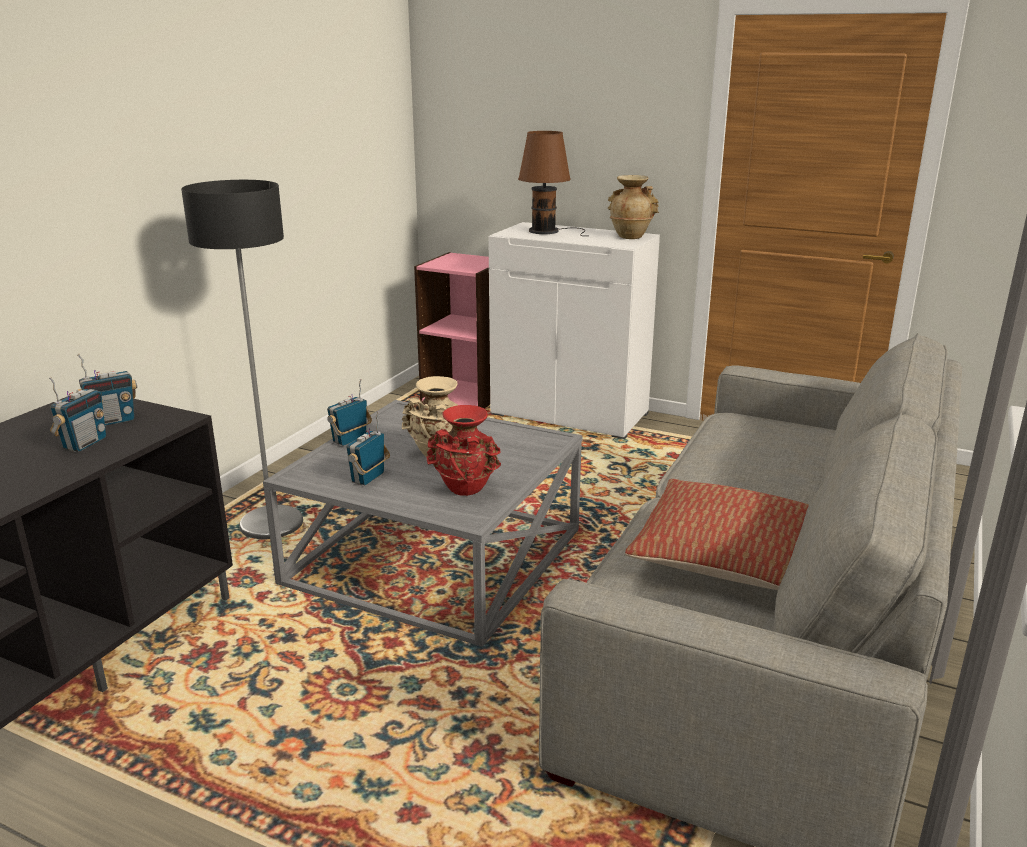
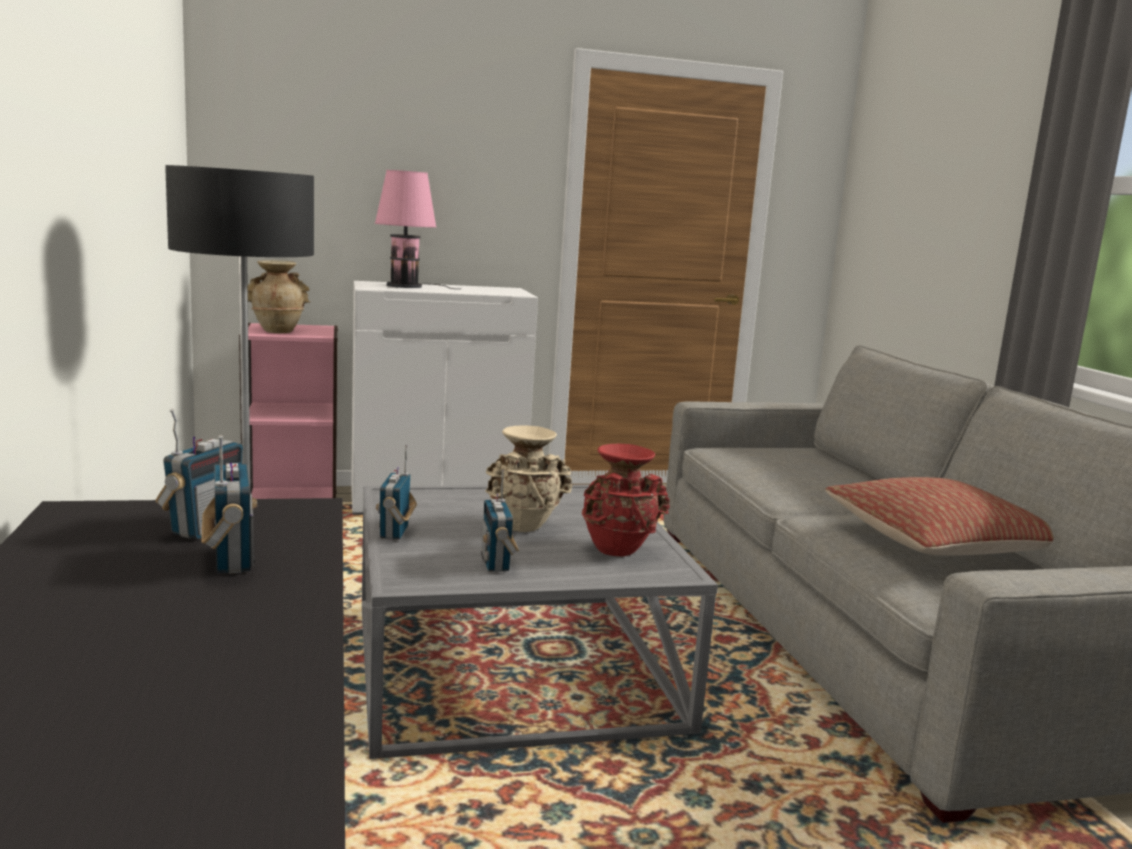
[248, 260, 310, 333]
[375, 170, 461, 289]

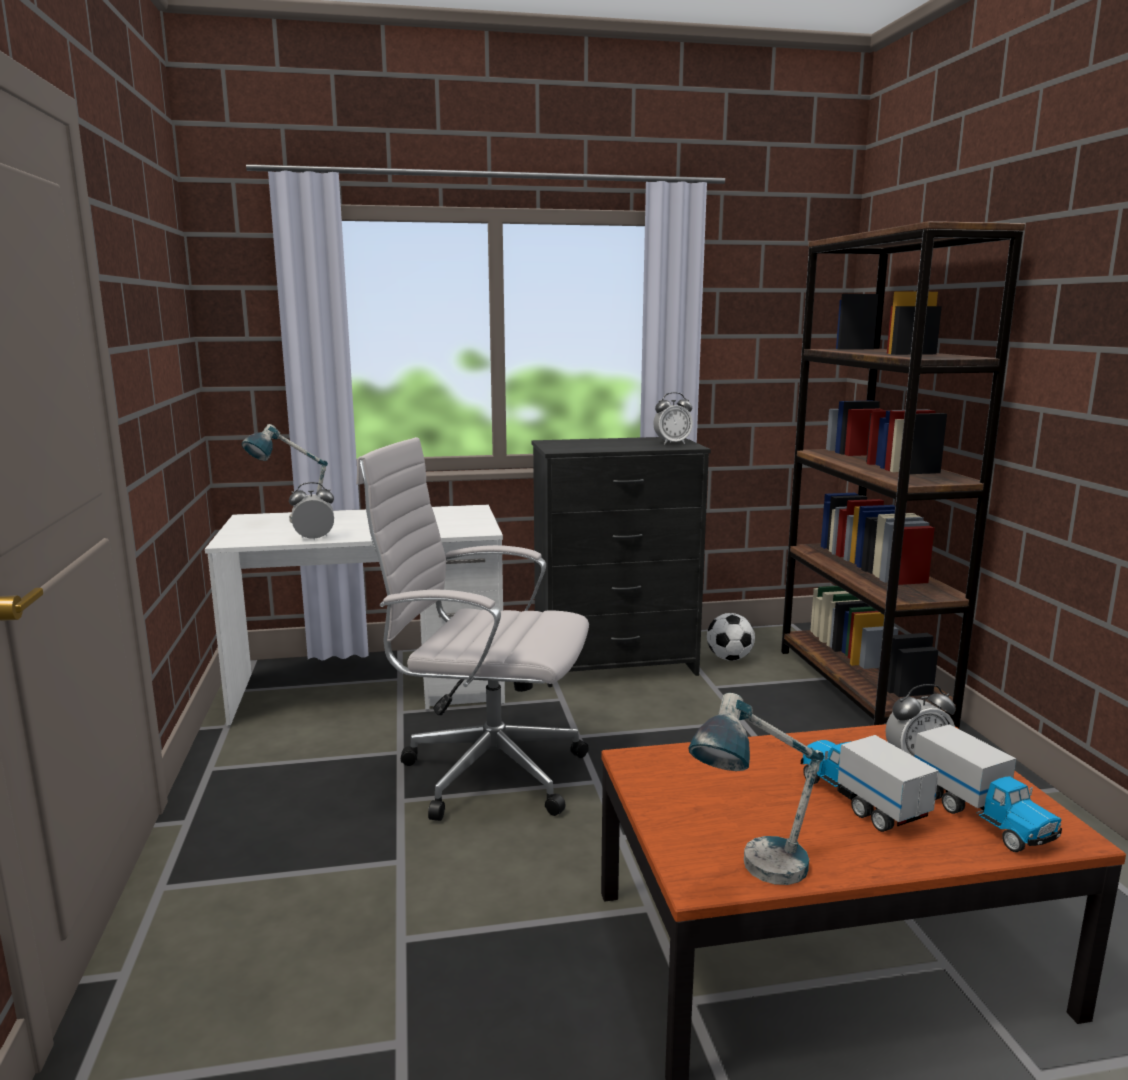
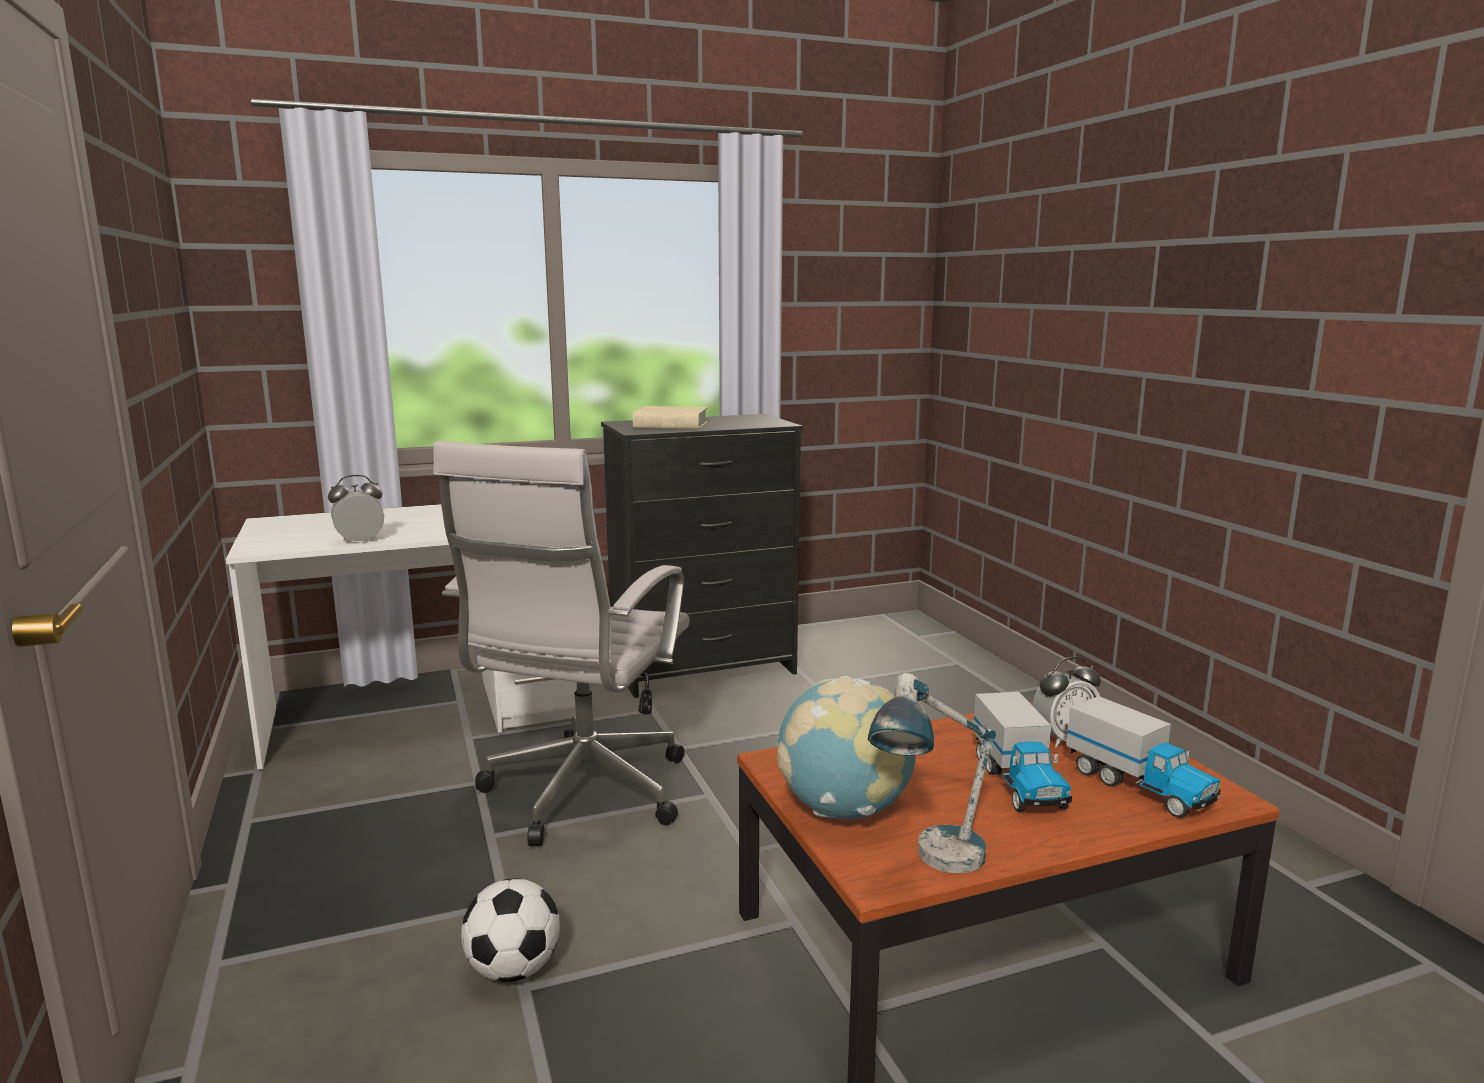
[242, 424, 328, 523] (first image)
[653, 392, 693, 445] (first image)
[781, 221, 1026, 729] (first image)
[632, 406, 707, 430]
[777, 676, 916, 819]
[461, 878, 560, 982]
[433, 441, 689, 846]
[974, 692, 1072, 812]

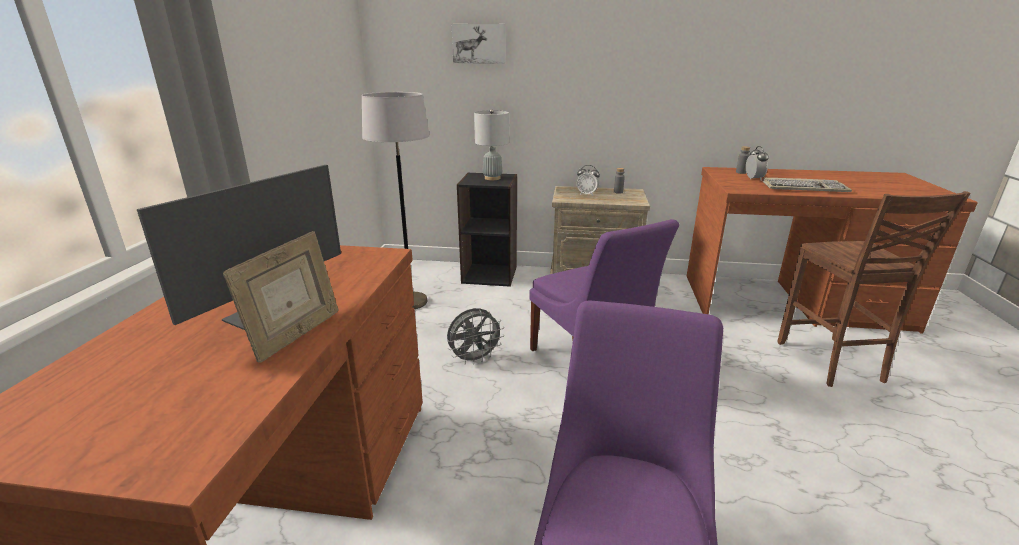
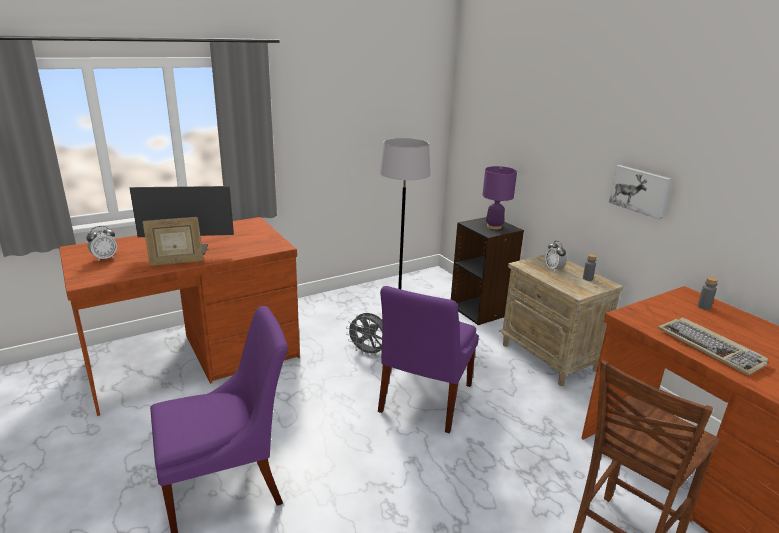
[609, 165, 672, 219]
[86, 226, 117, 262]
[482, 166, 517, 229]

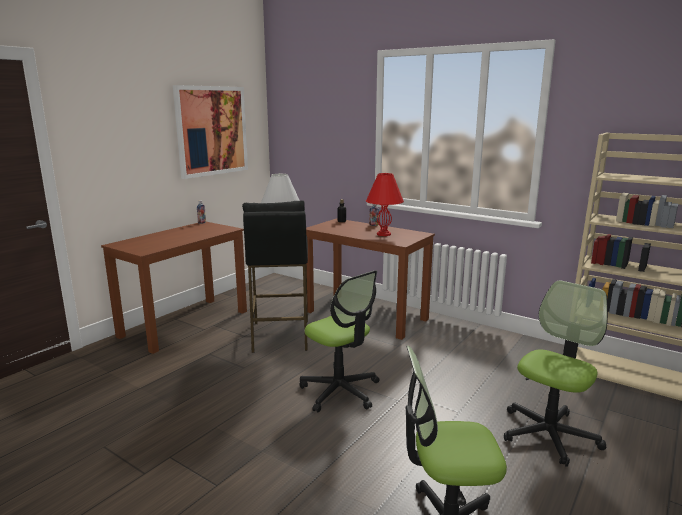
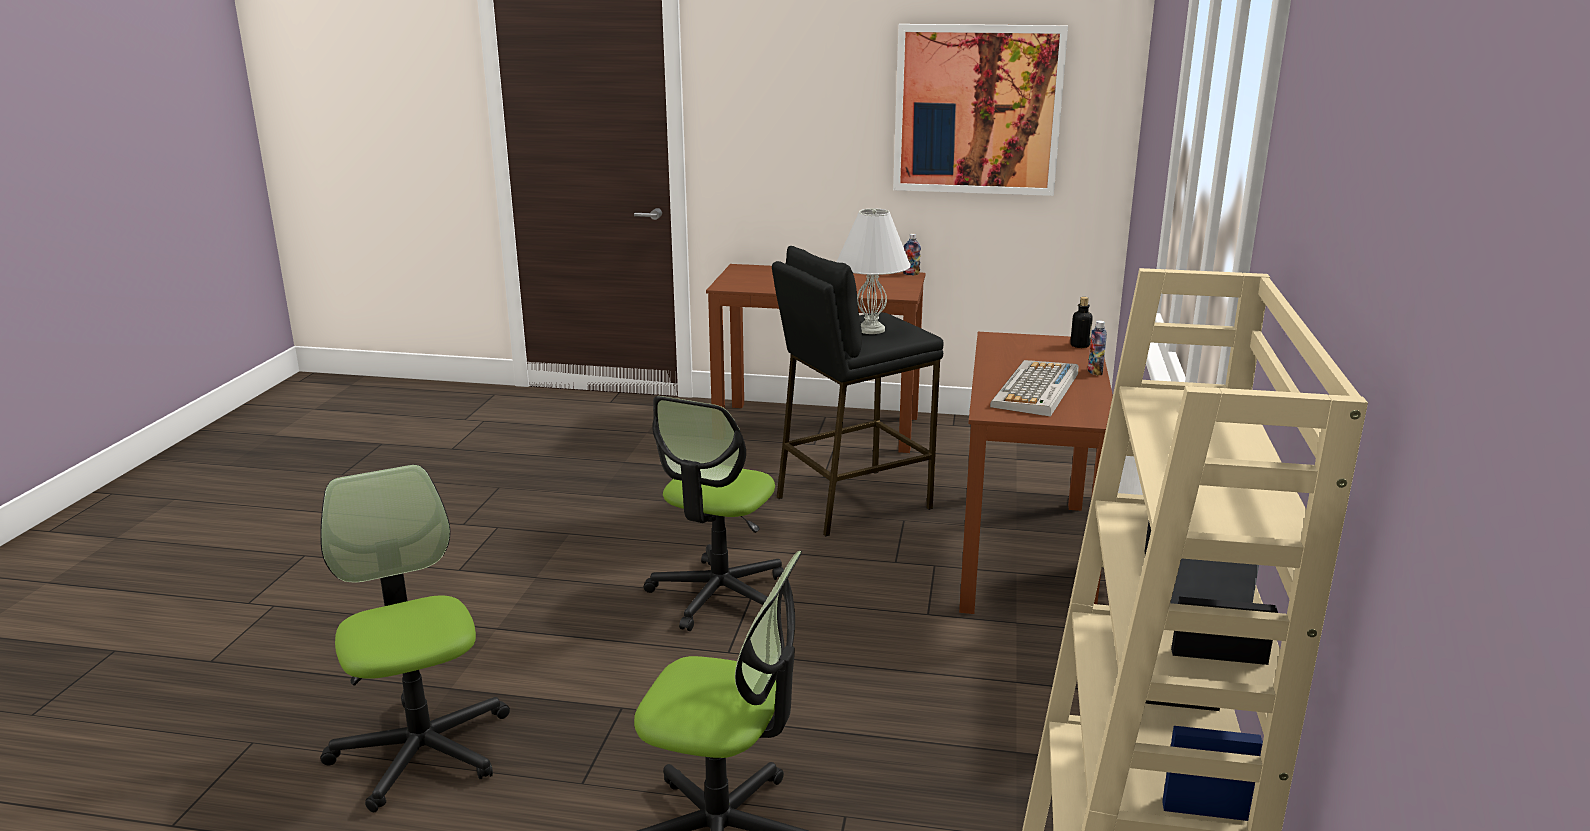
[990, 360, 1079, 417]

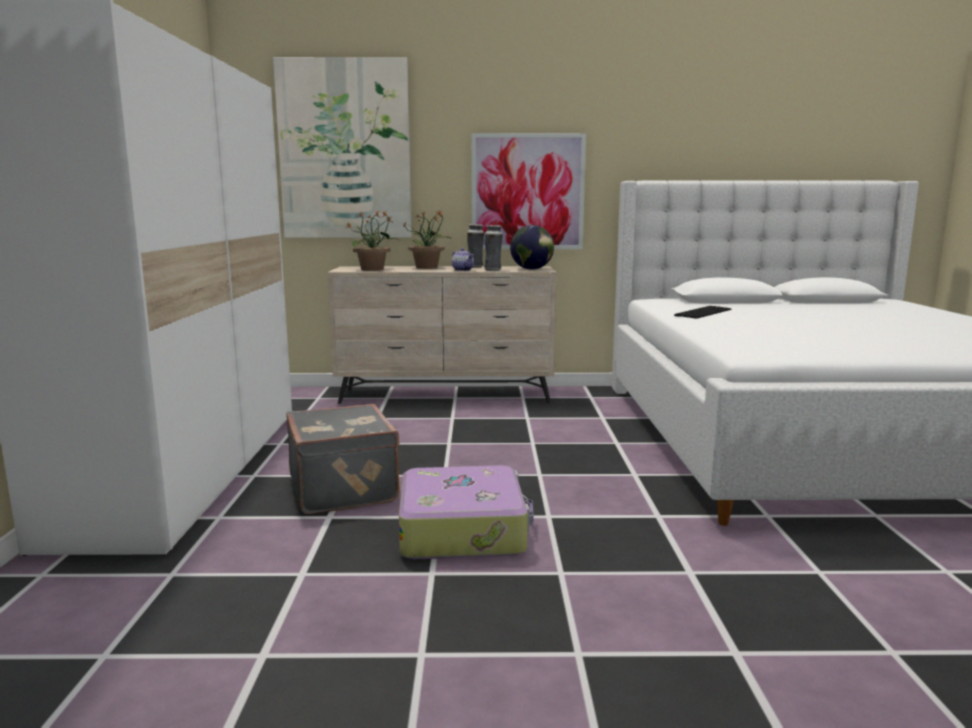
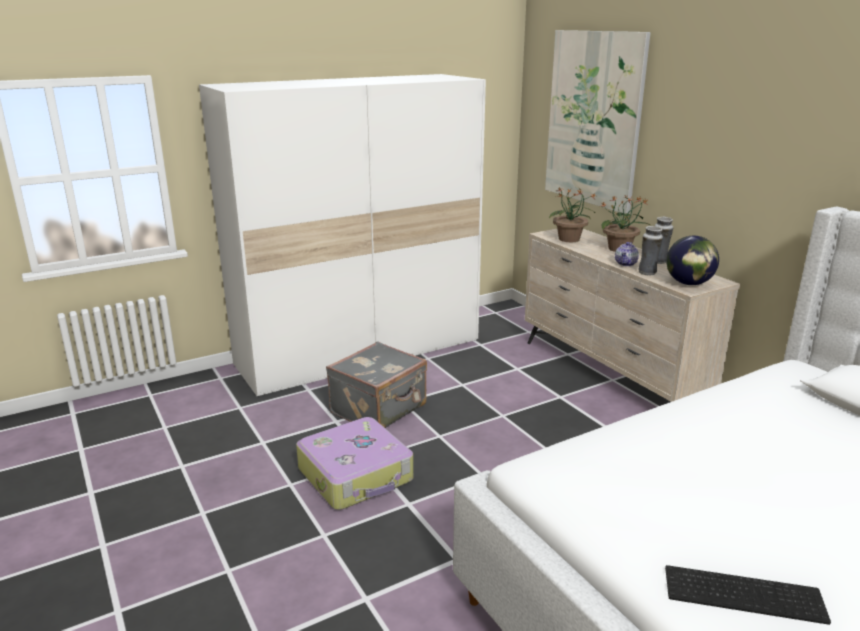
[471, 133, 586, 249] (first image)
[665, 565, 831, 625]

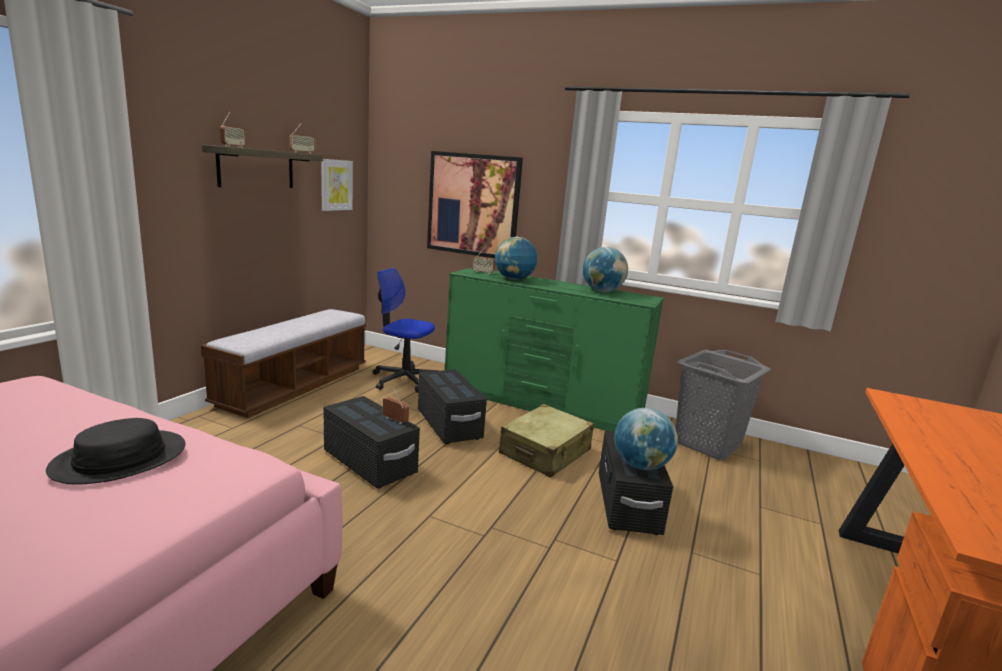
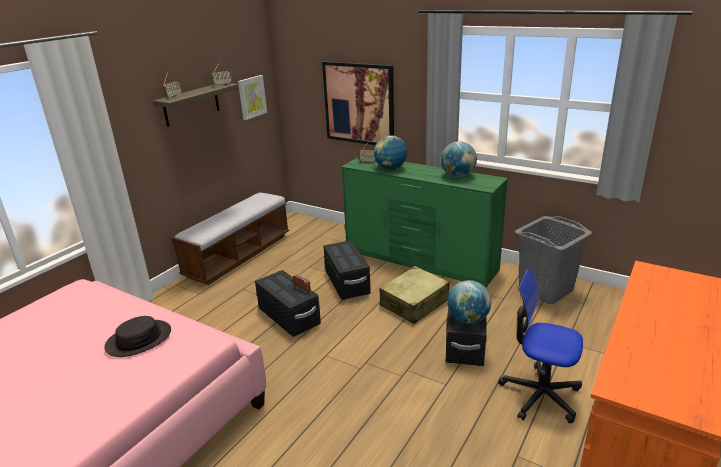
[498, 269, 583, 423]

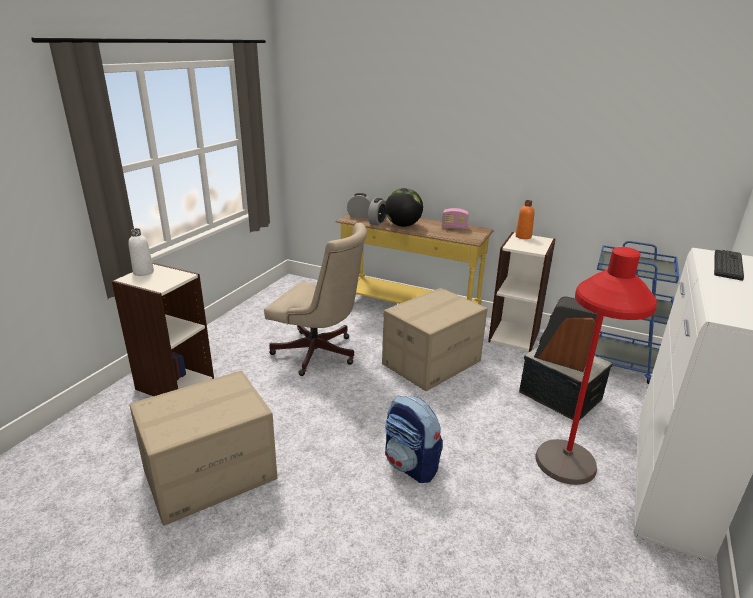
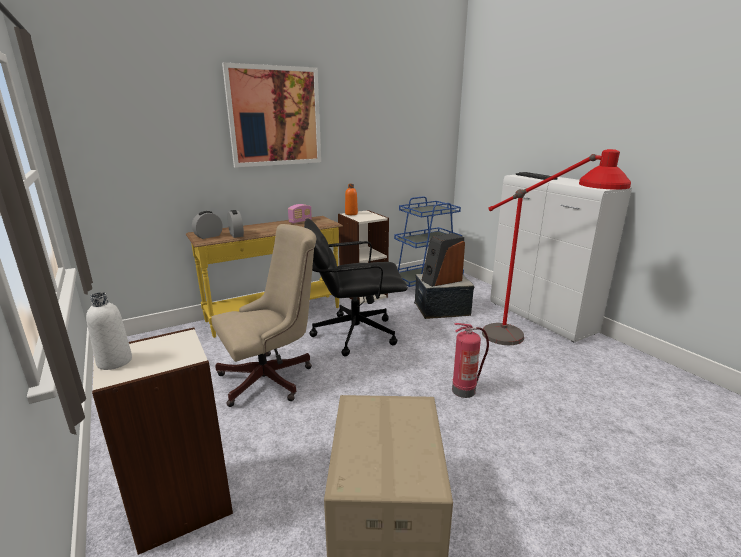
[385, 188, 423, 227] (first image)
[222, 62, 321, 167]
[304, 218, 408, 356]
[452, 323, 489, 398]

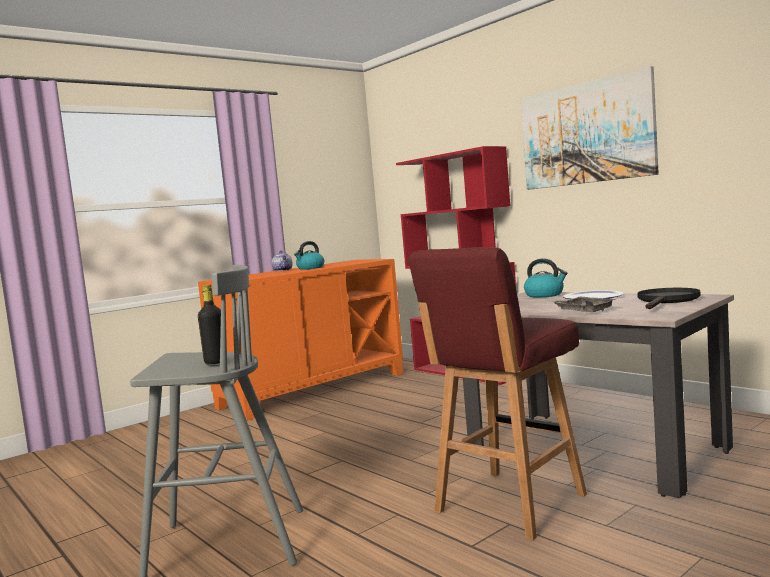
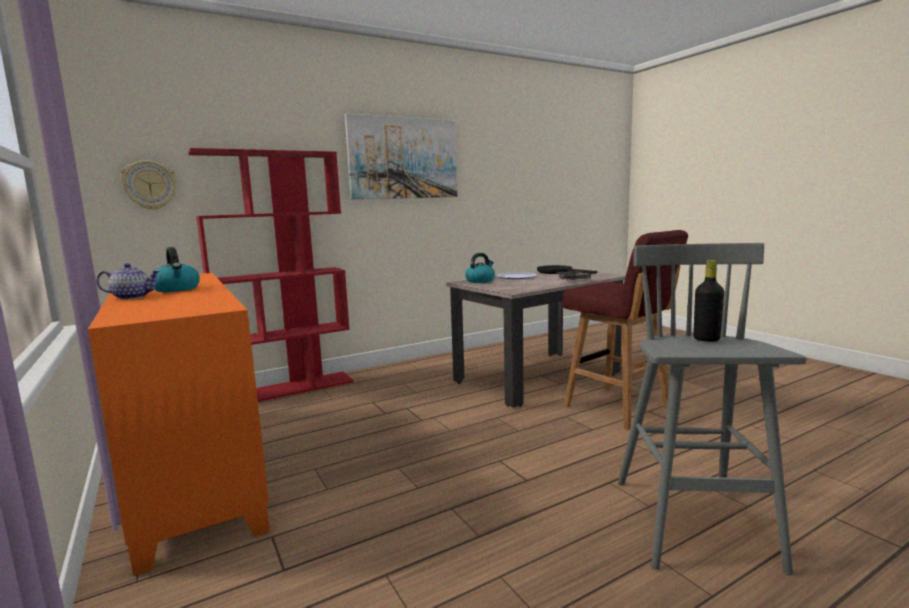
[121, 160, 177, 210]

